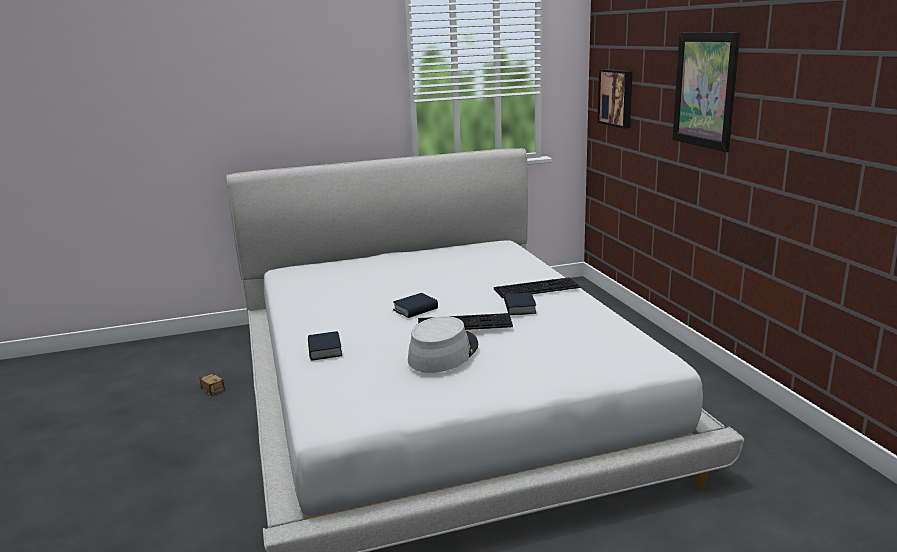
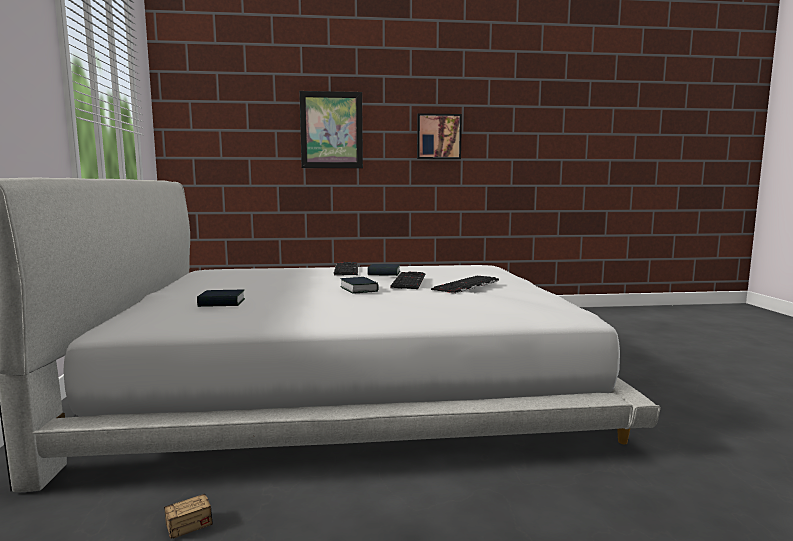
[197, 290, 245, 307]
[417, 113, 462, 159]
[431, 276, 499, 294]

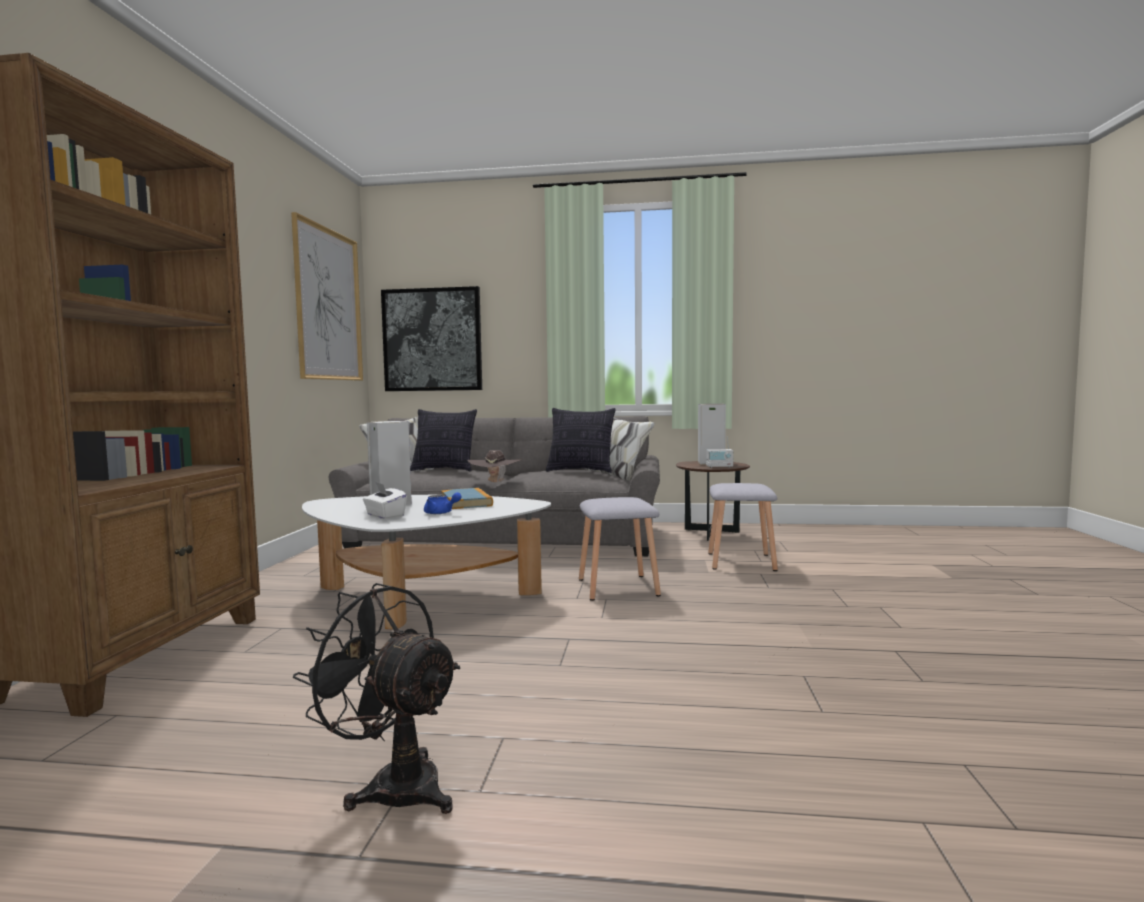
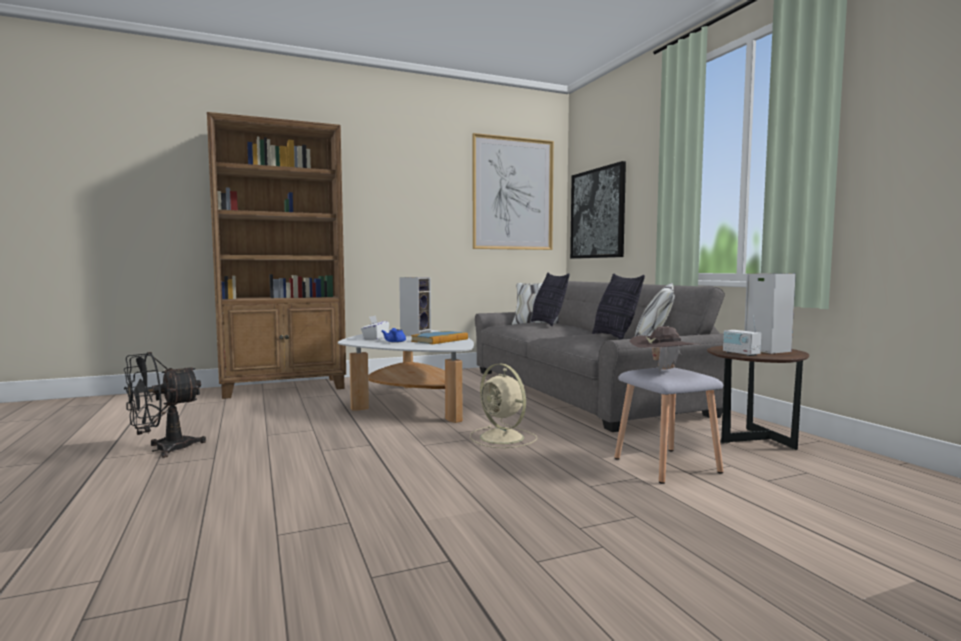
[630, 326, 700, 372]
[470, 363, 538, 448]
[124, 352, 206, 458]

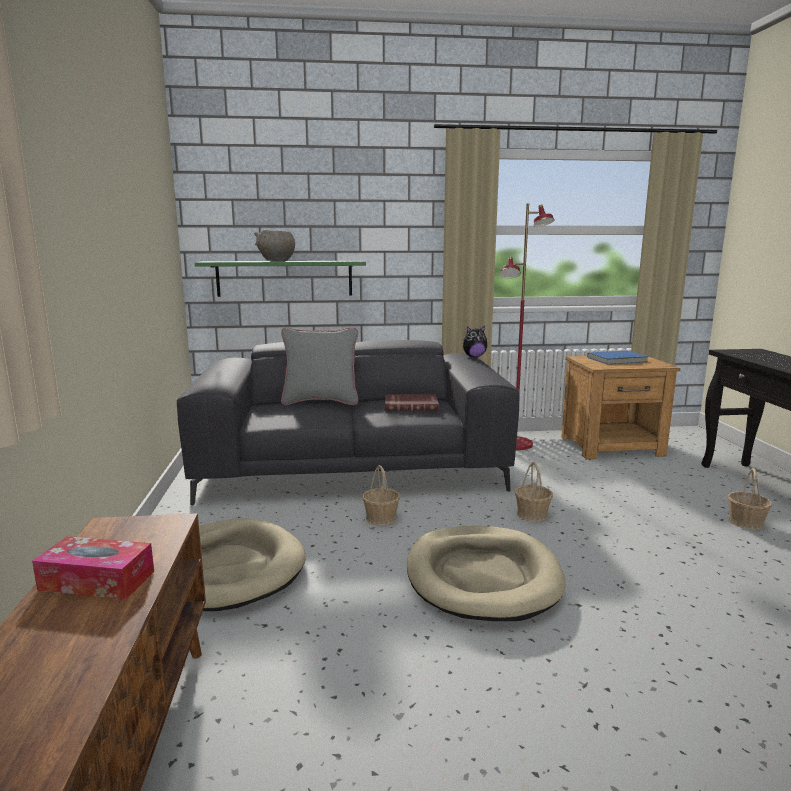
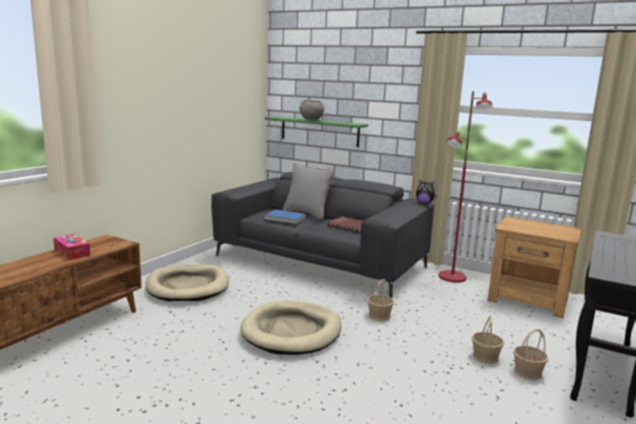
[472, 315, 504, 364]
[264, 210, 306, 224]

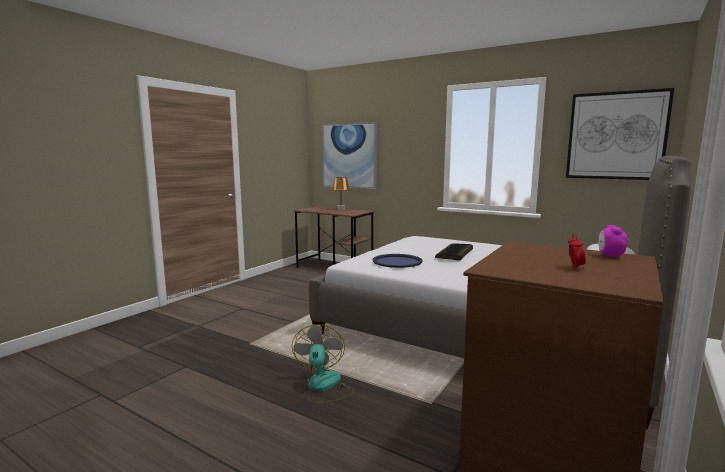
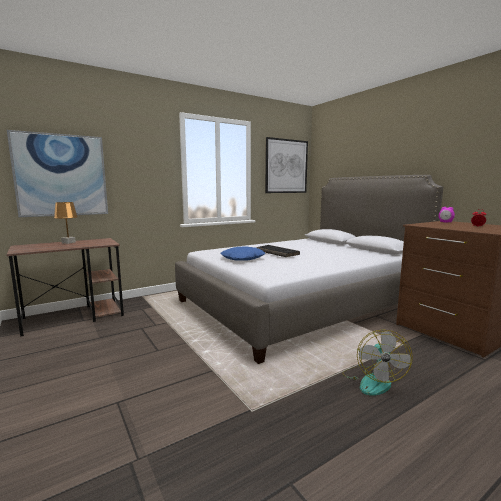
[372, 254, 422, 268] (first image)
[220, 247, 265, 261]
[342, 329, 413, 396]

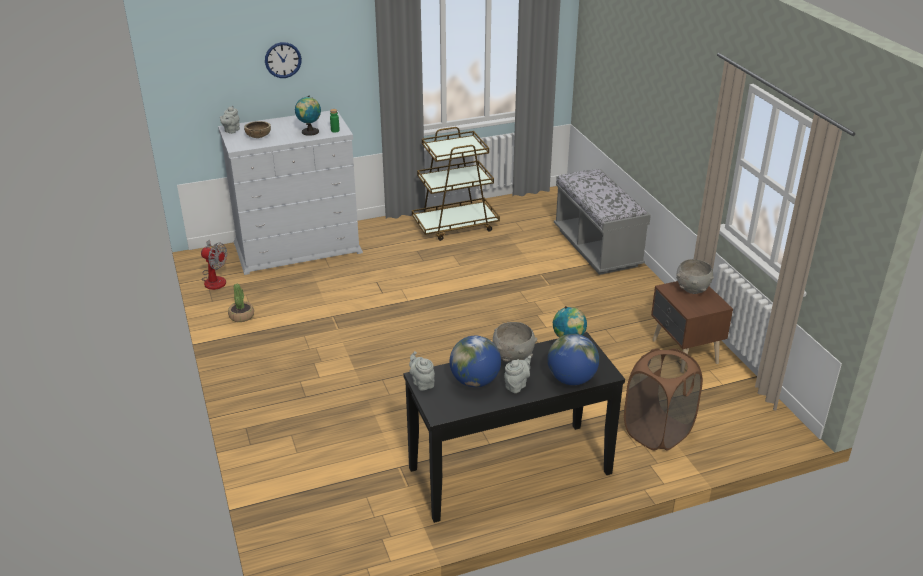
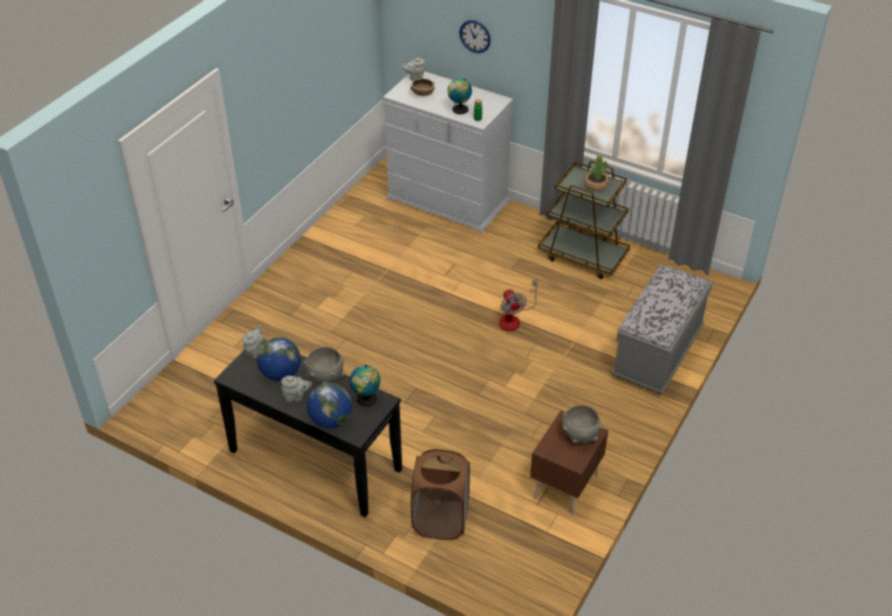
[499, 279, 538, 331]
[585, 155, 609, 191]

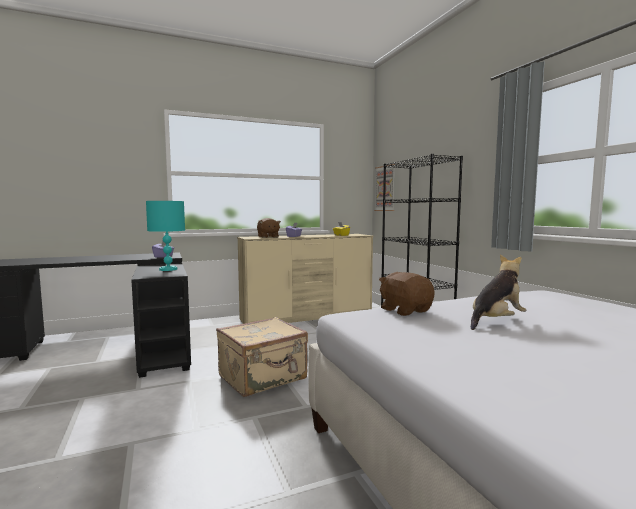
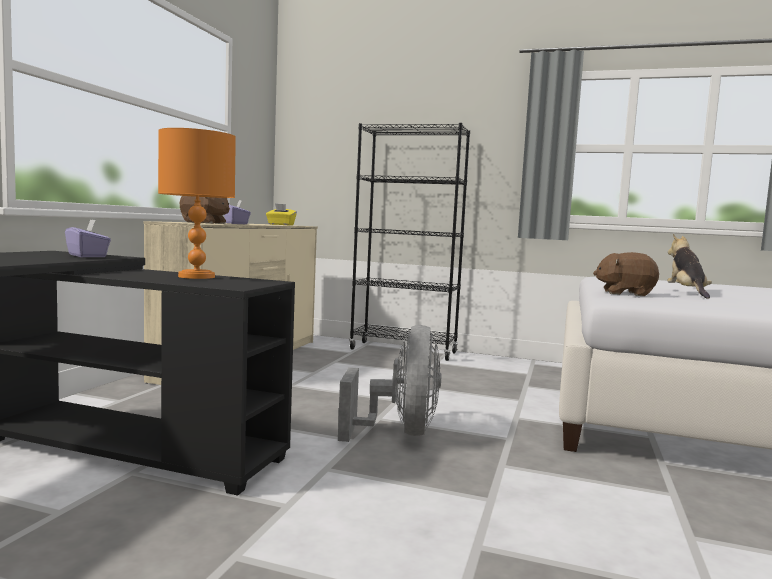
[374, 164, 395, 211] (first image)
[338, 325, 441, 442]
[158, 128, 236, 279]

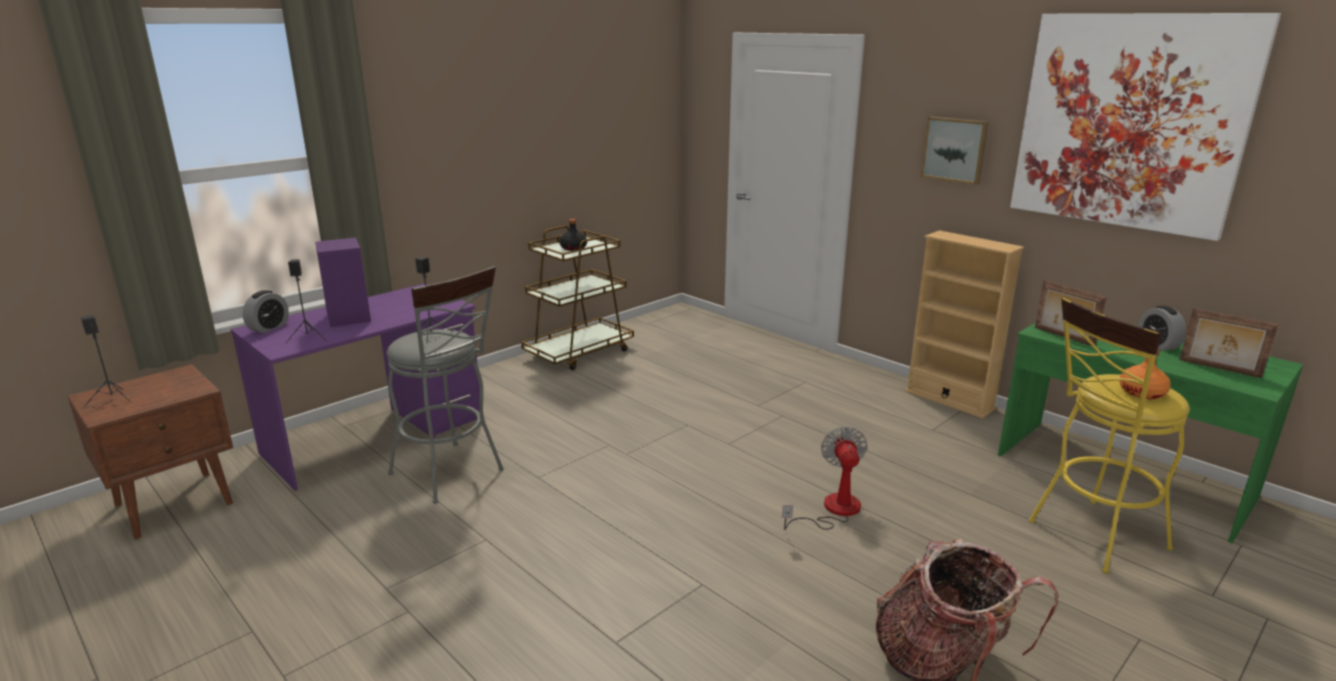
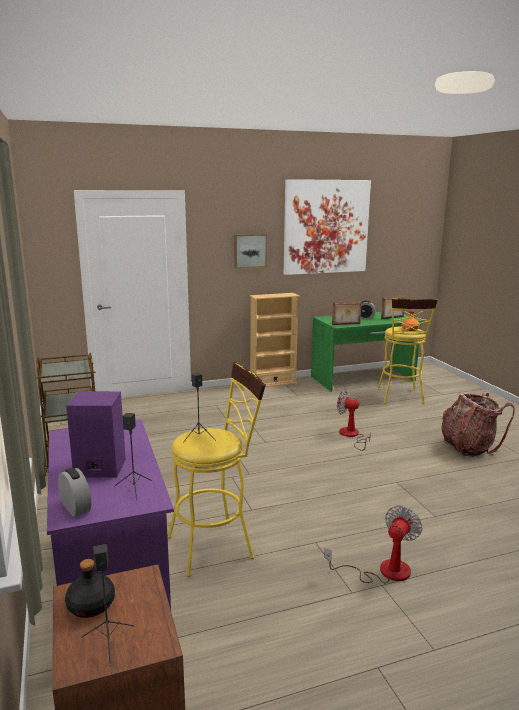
[324, 506, 422, 584]
[65, 559, 115, 618]
[168, 362, 266, 577]

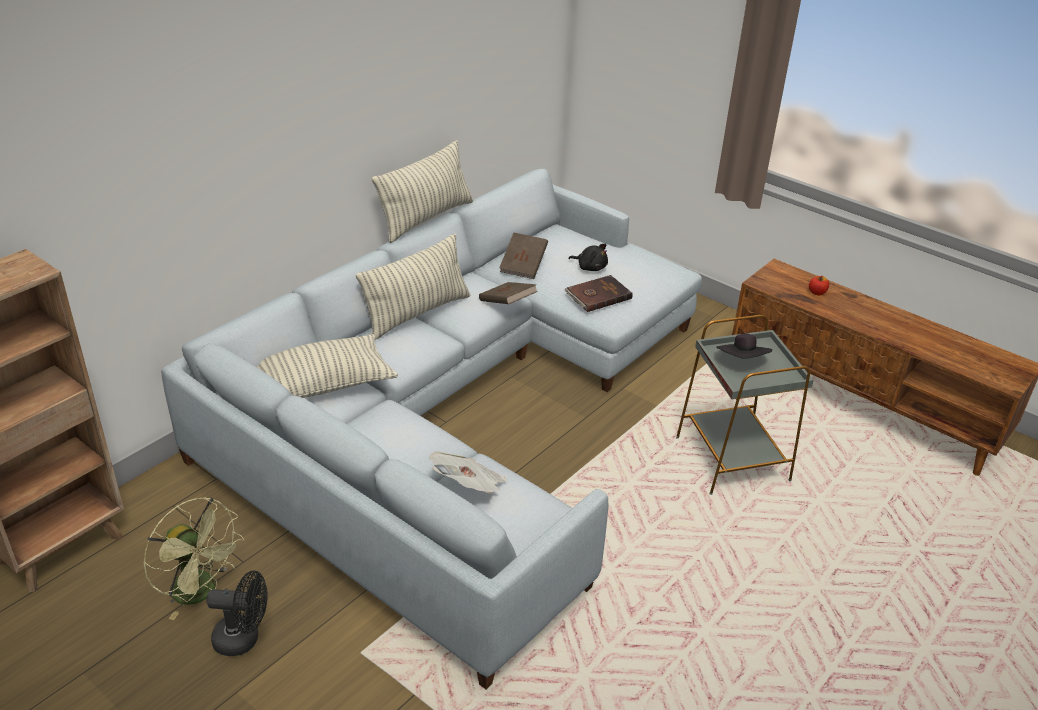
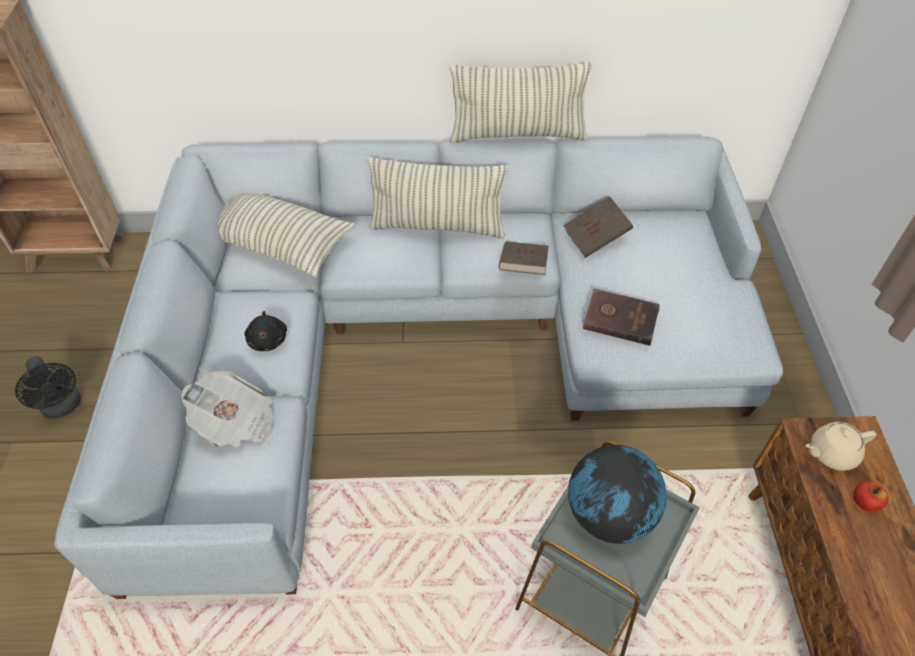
[143, 497, 244, 620] (first image)
[805, 422, 877, 471]
[244, 311, 287, 351]
[568, 445, 667, 544]

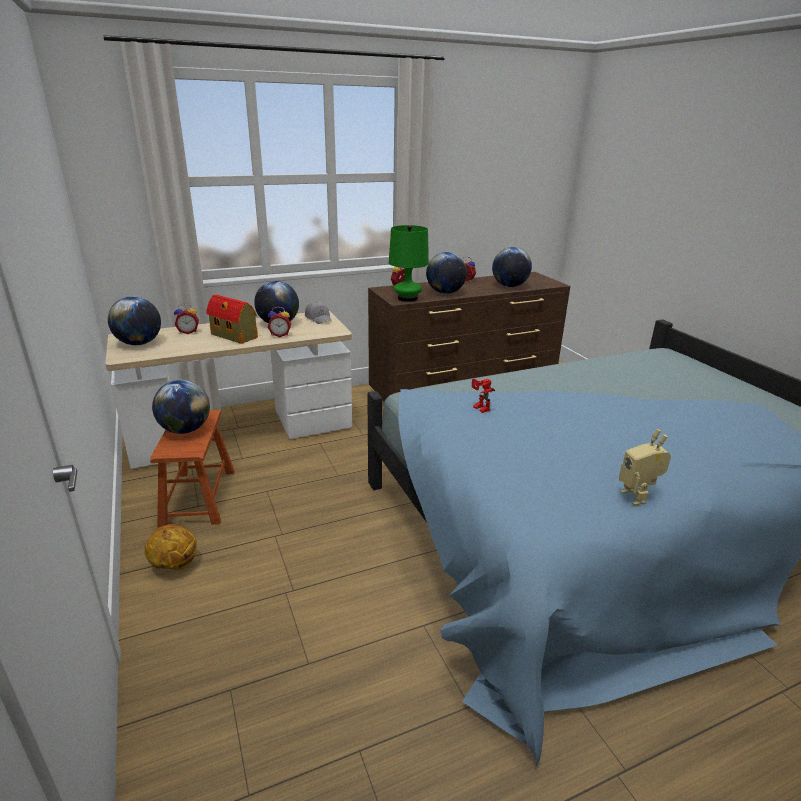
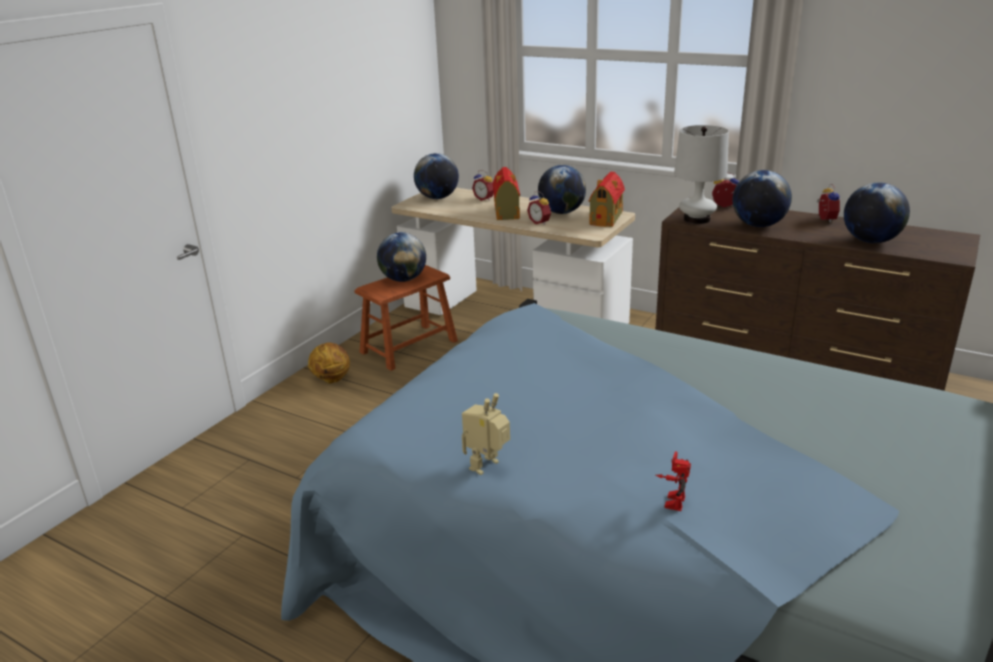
[655, 451, 691, 511]
[589, 172, 625, 227]
[674, 125, 729, 224]

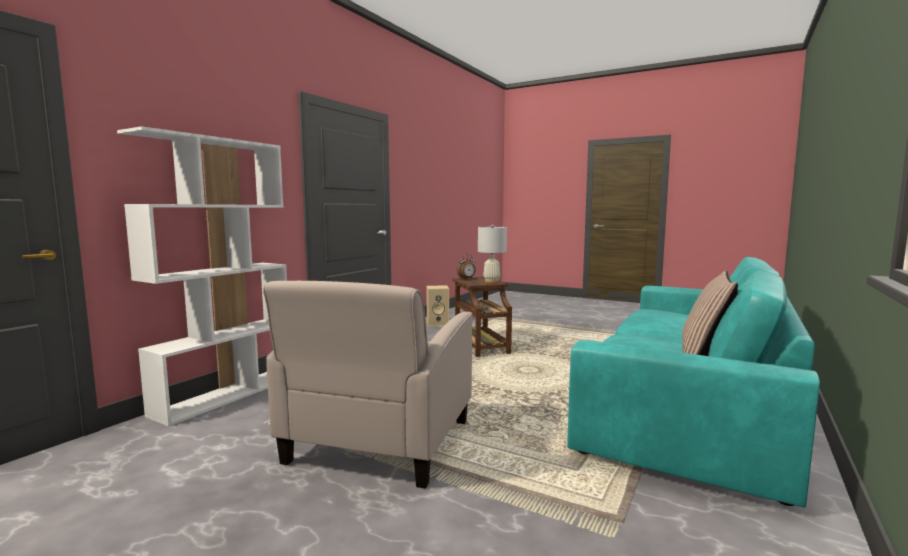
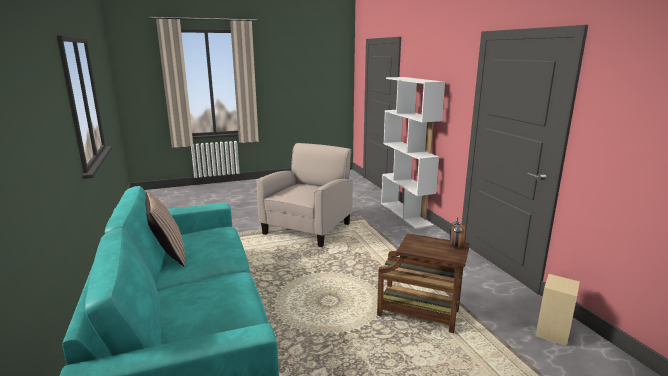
[478, 225, 507, 283] (first image)
[257, 143, 353, 247]

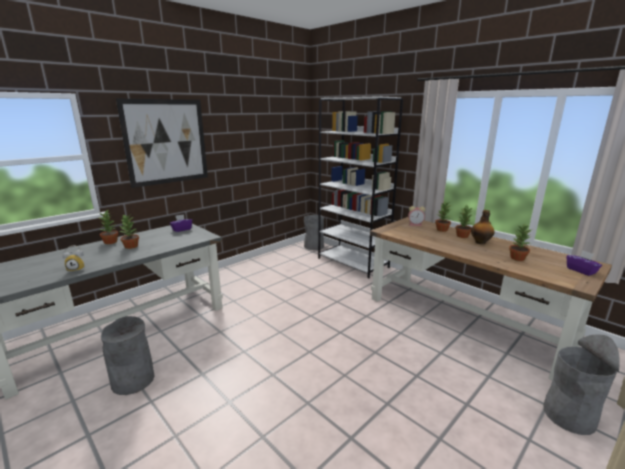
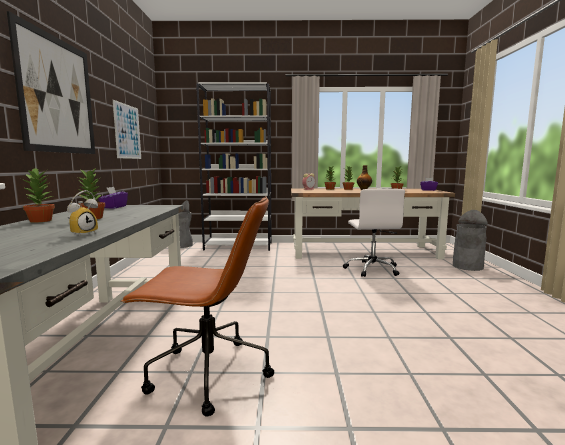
[113, 100, 141, 159]
[343, 189, 405, 277]
[121, 196, 274, 417]

